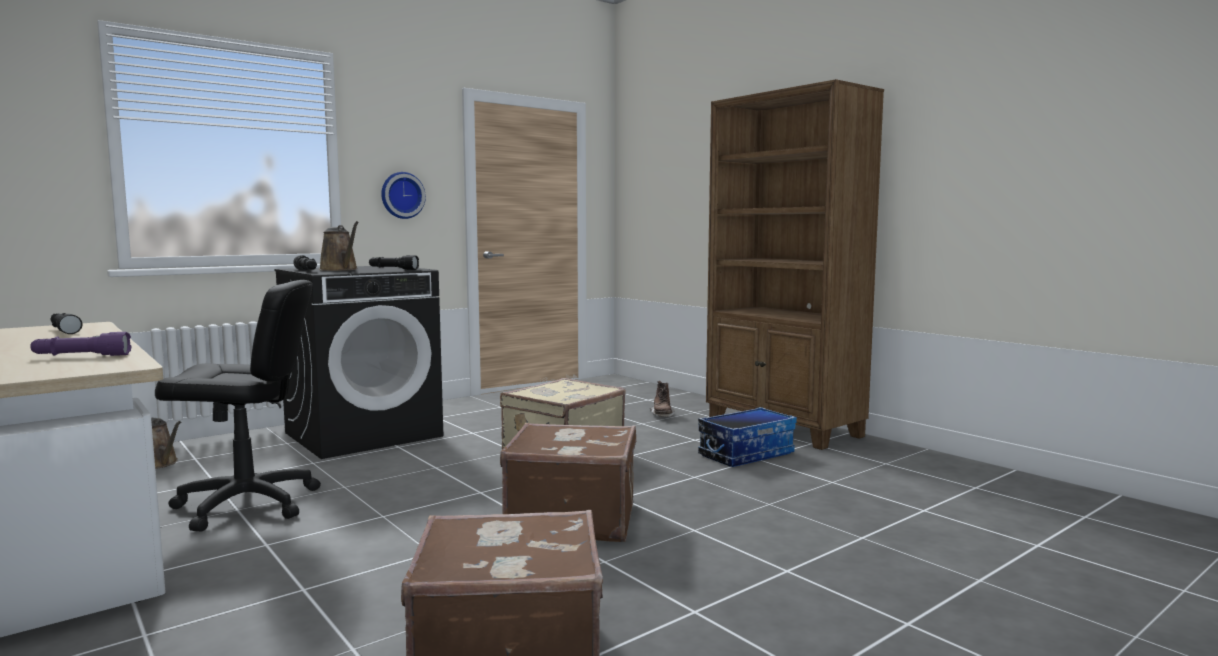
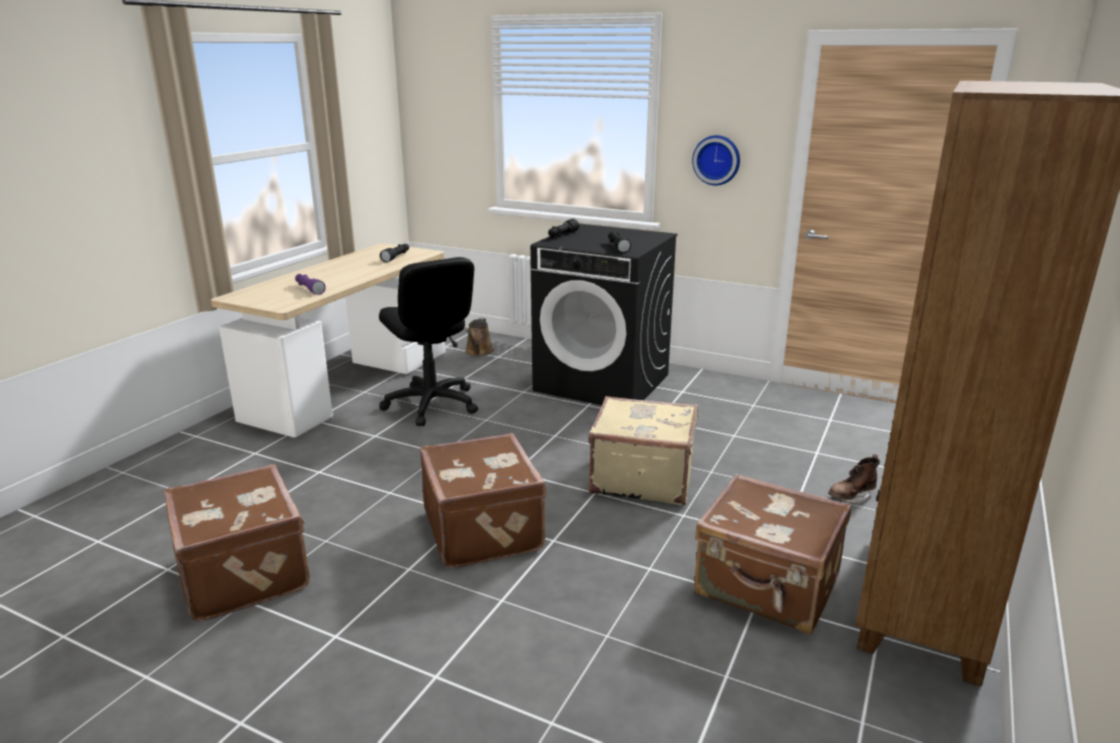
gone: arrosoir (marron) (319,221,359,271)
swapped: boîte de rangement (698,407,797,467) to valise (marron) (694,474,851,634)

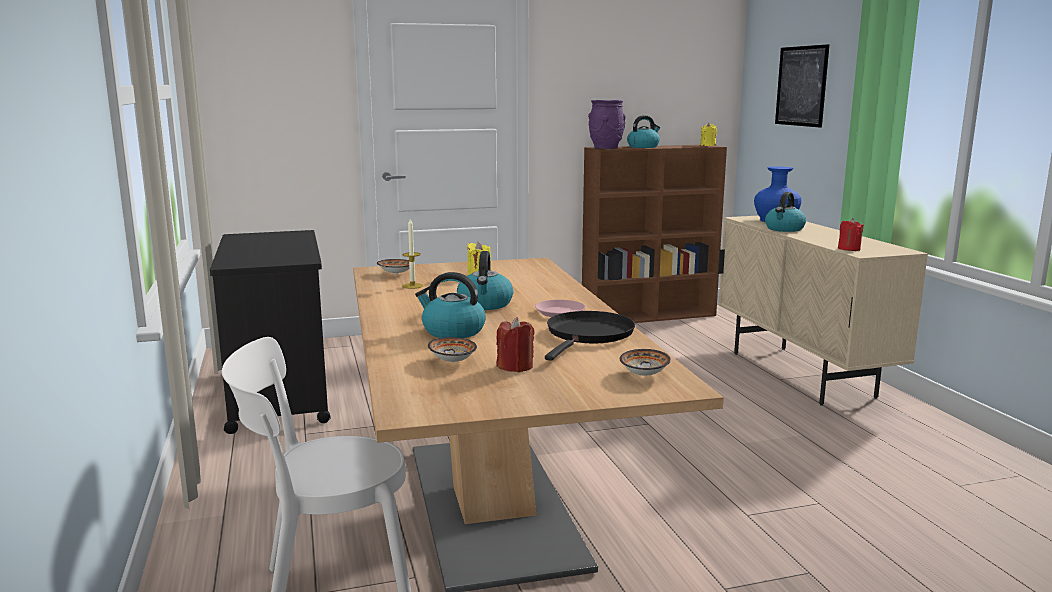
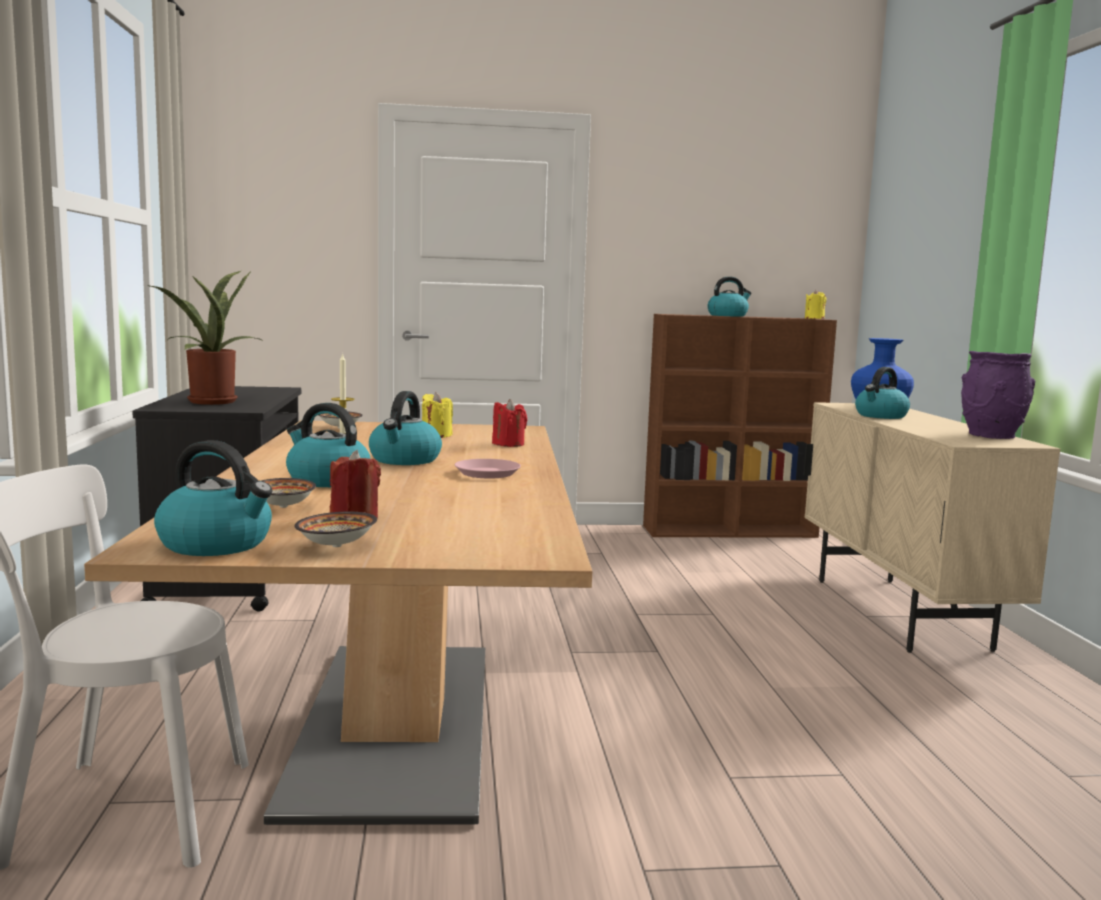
gone: poêle (noir) (545,311,635,361); tableau (775,44,829,128)
new: plante en pot (146,271,263,405); bouilloire (154,440,273,556)
shifted: vase (violet) (588,100,626,149) to (961,351,1035,439); bol (620,349,671,376) to (295,512,377,547); bougie (rouge) (838,218,864,251) to (492,399,527,447)

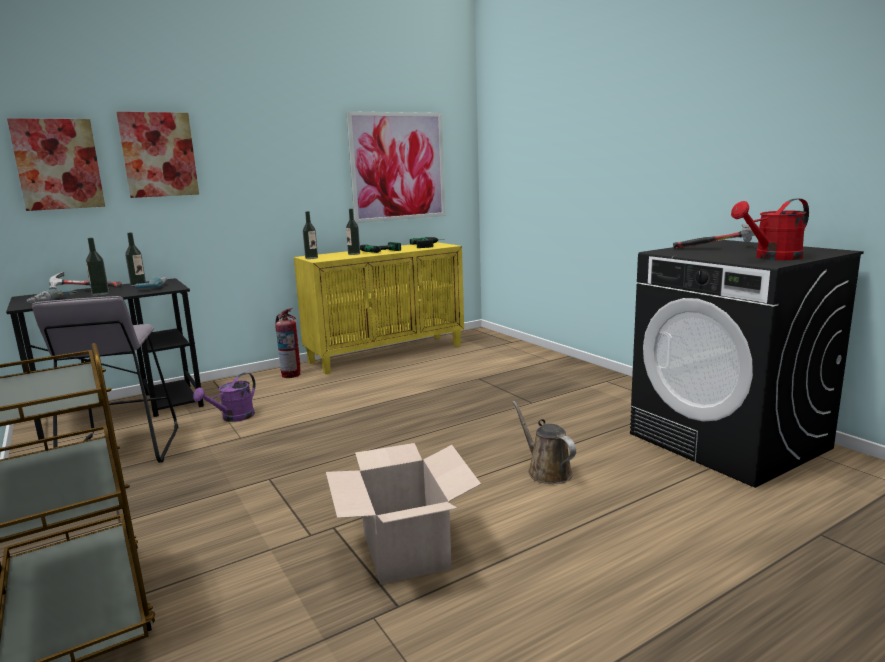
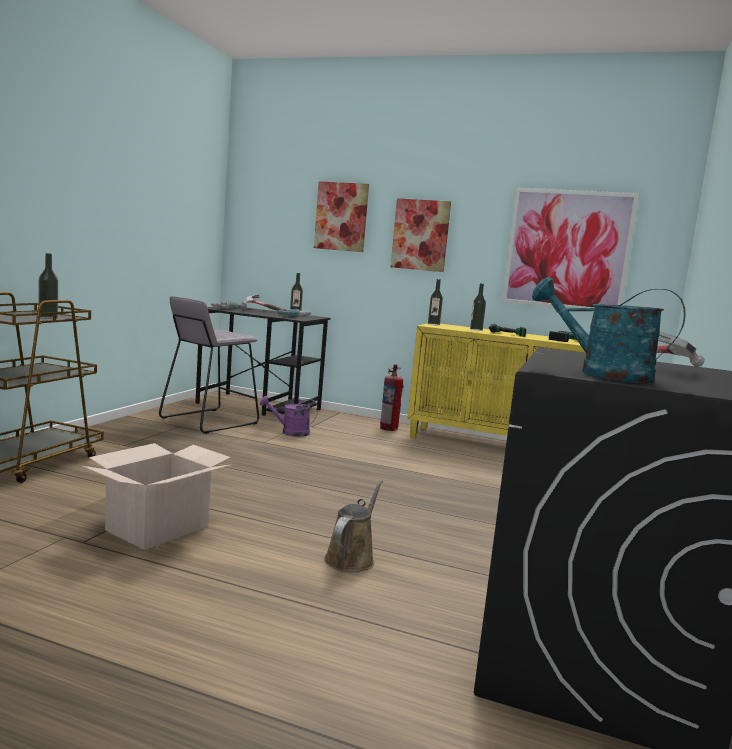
shifted: tableau (7,118,105,211) to (391,198,451,272); bouteille (86,238,109,296) to (39,253,58,319)
repainted: arrosoir (rouge) (731,199,809,260) to arrosoir (turquoise) (532,277,686,383)

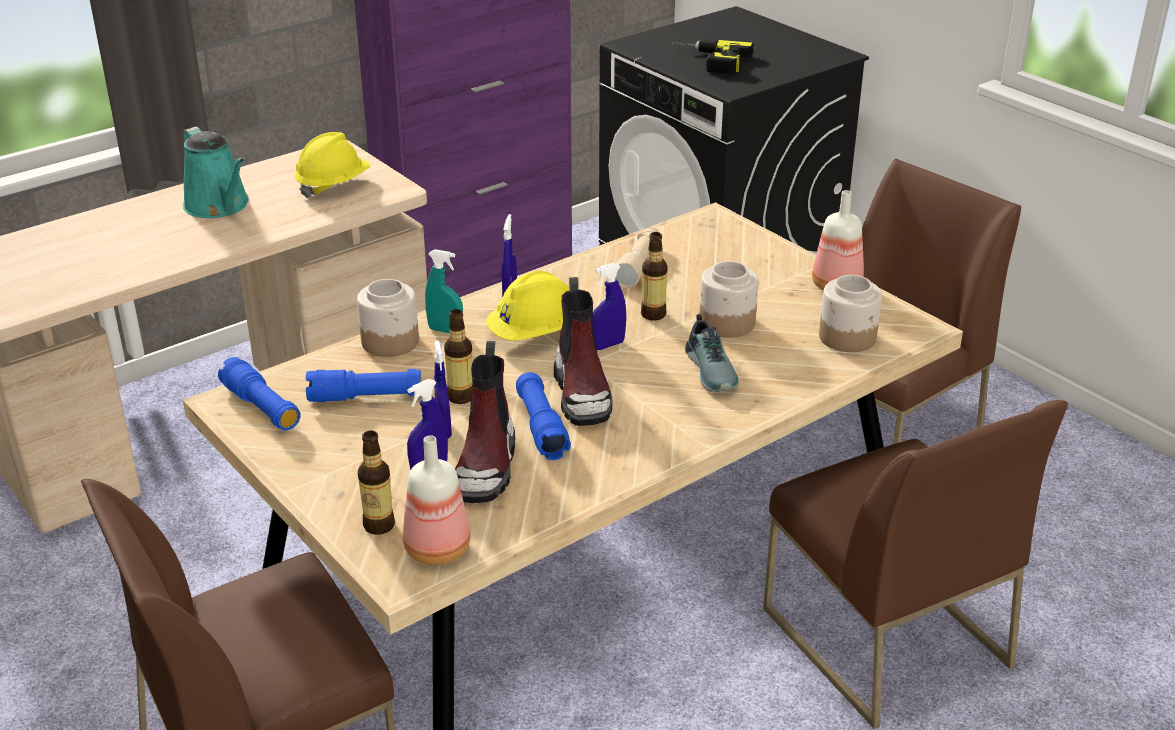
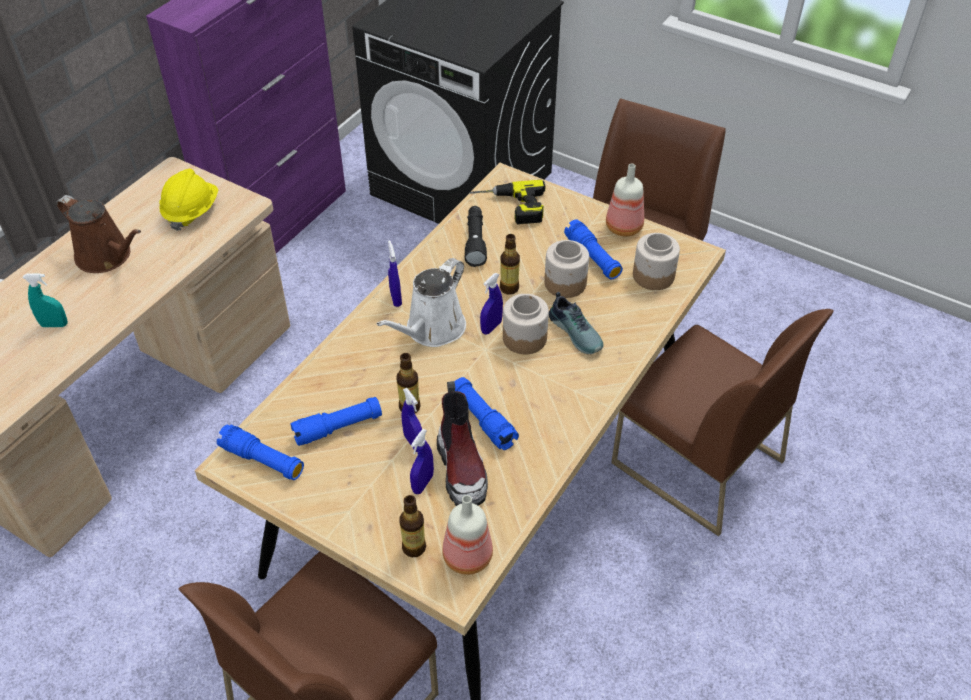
gone: botte (554,277,613,426)
new: lampe de poche (bleu) (564,219,623,280)
shifted: bocal (357,279,419,357) to (503,294,549,354); vaporisateur (turquoise) (425,249,463,333) to (23,273,68,327); perceuse (670,39,754,74) to (469,180,546,224)
swapped: casque de chantier (jaune) (486,271,570,340) to arrosoir (blanc) (376,258,466,347)
repainted: arrosoir (turquoise) (183,127,249,218) to arrosoir (marron) (57,195,141,273); lampe de poche (beige) (615,227,659,288) to lampe de poche (noir) (465,206,487,267)

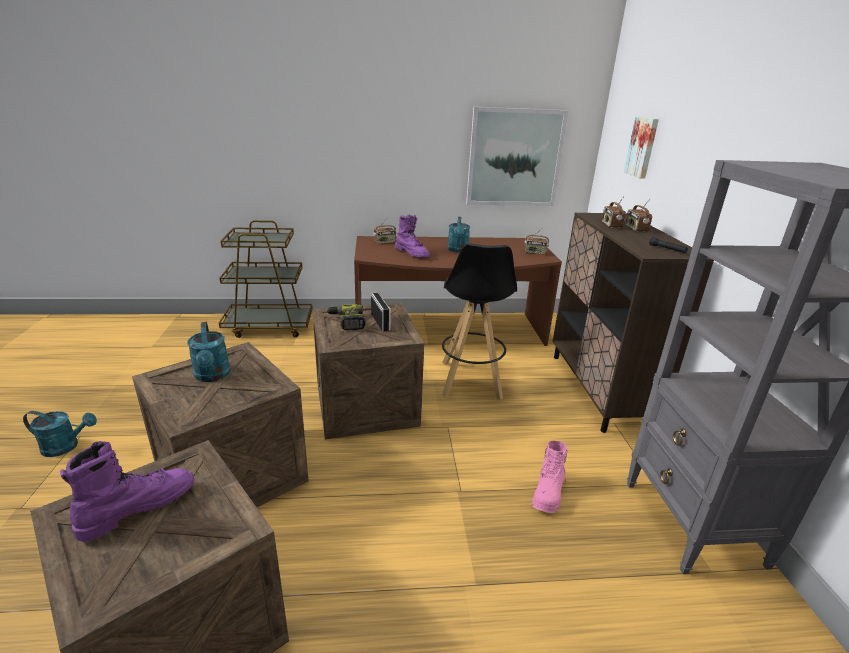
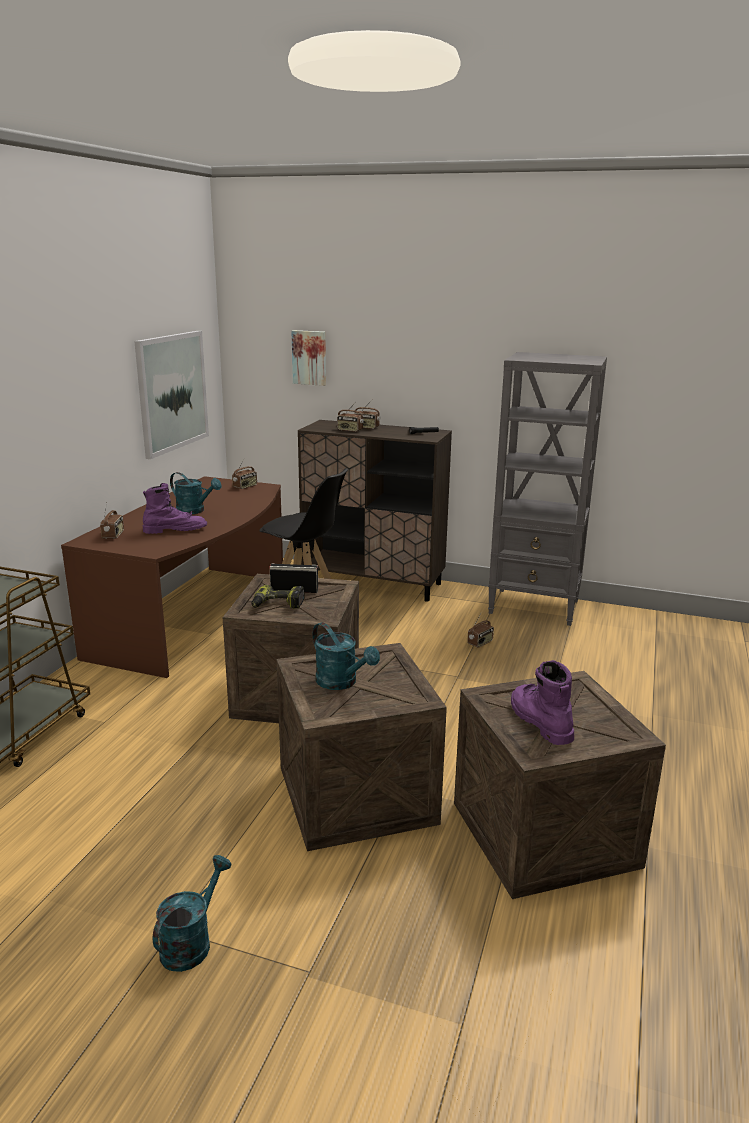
swapped: botte (rose) (532,441,568,513) to radio (467,612,494,648)
rotated: arrosoir (turquoise) (187,322,231,382) = (313,622,380,690) 45 degrees clockwise

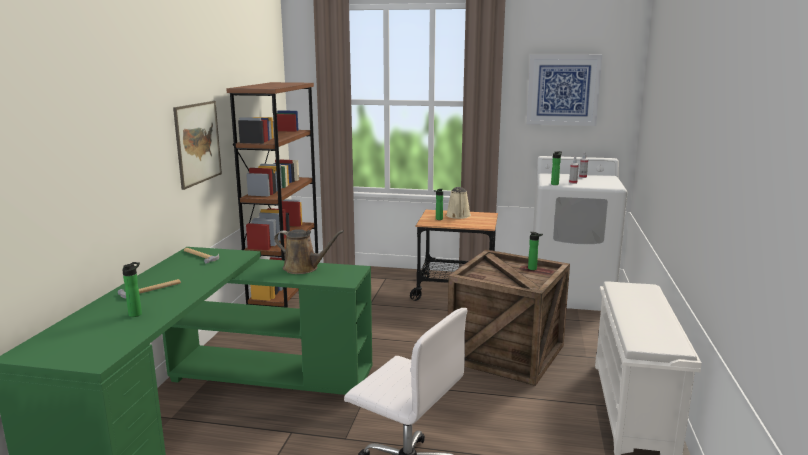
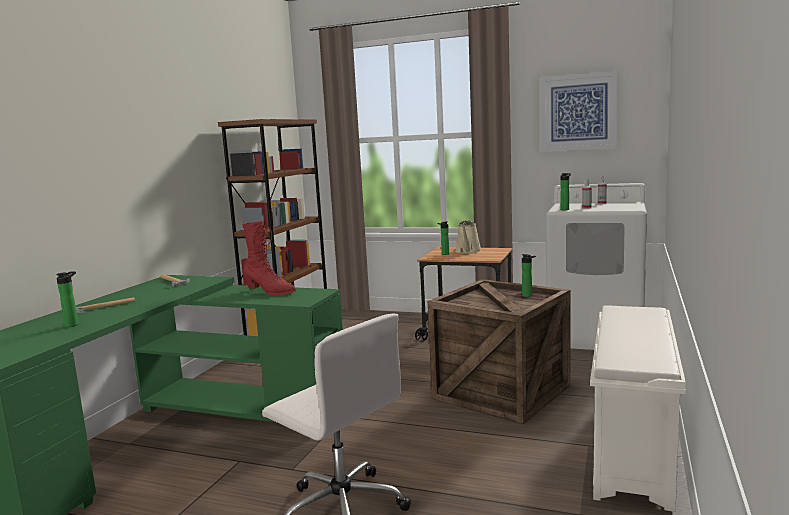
gone: tableau (173,101,222,190)
swapped: arrosoir (marron) (274,229,344,274) to botte (rouge) (242,221,296,295)

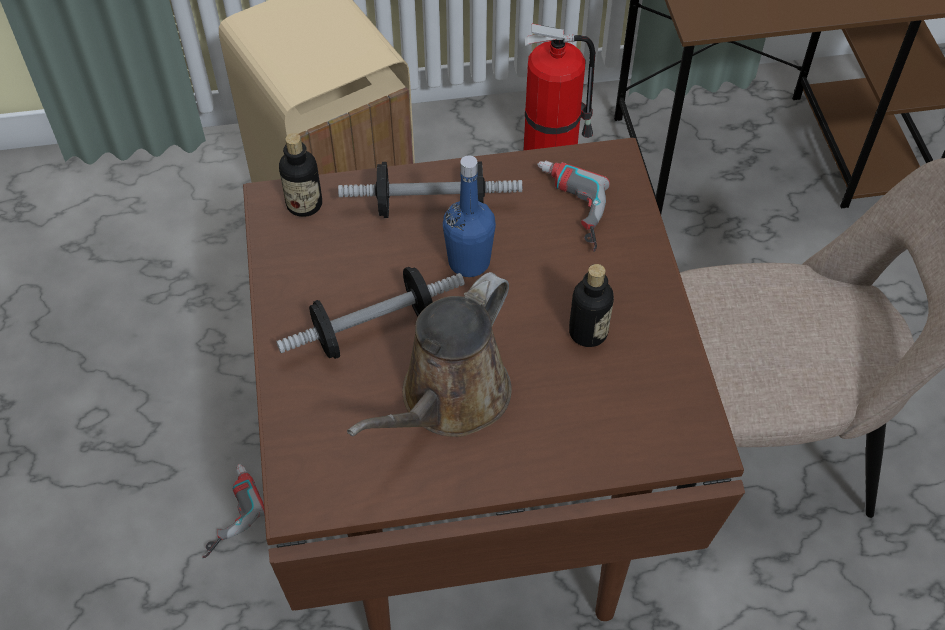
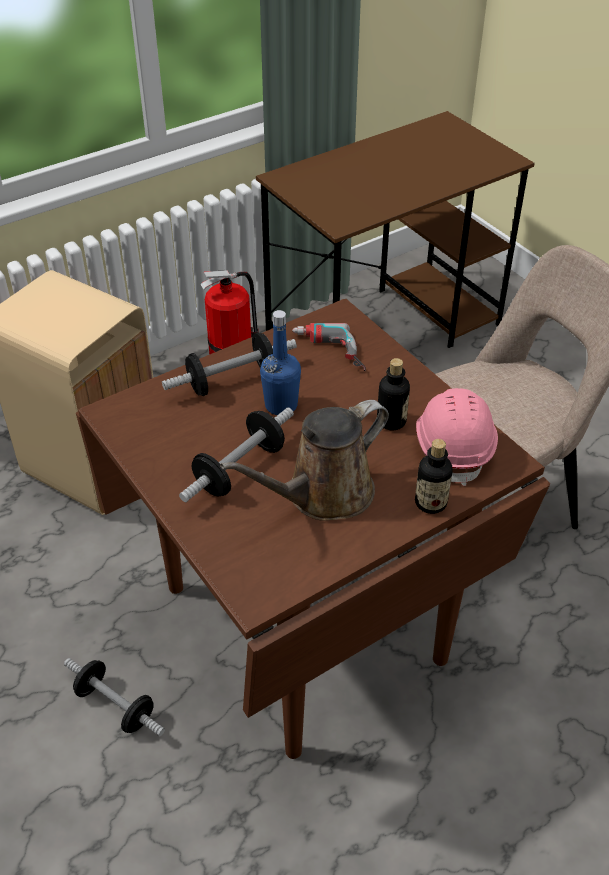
new: casque de chantier (rose) (416,388,498,486)
shifted: bouteille (279,133,322,217) to (415,439,453,514)
swapped: perceuse (202,464,265,558) to haltère (64,658,165,736)
rotated: arrosoir (marron) (347,272,512,437) = (220,400,389,521) 45 degrees clockwise

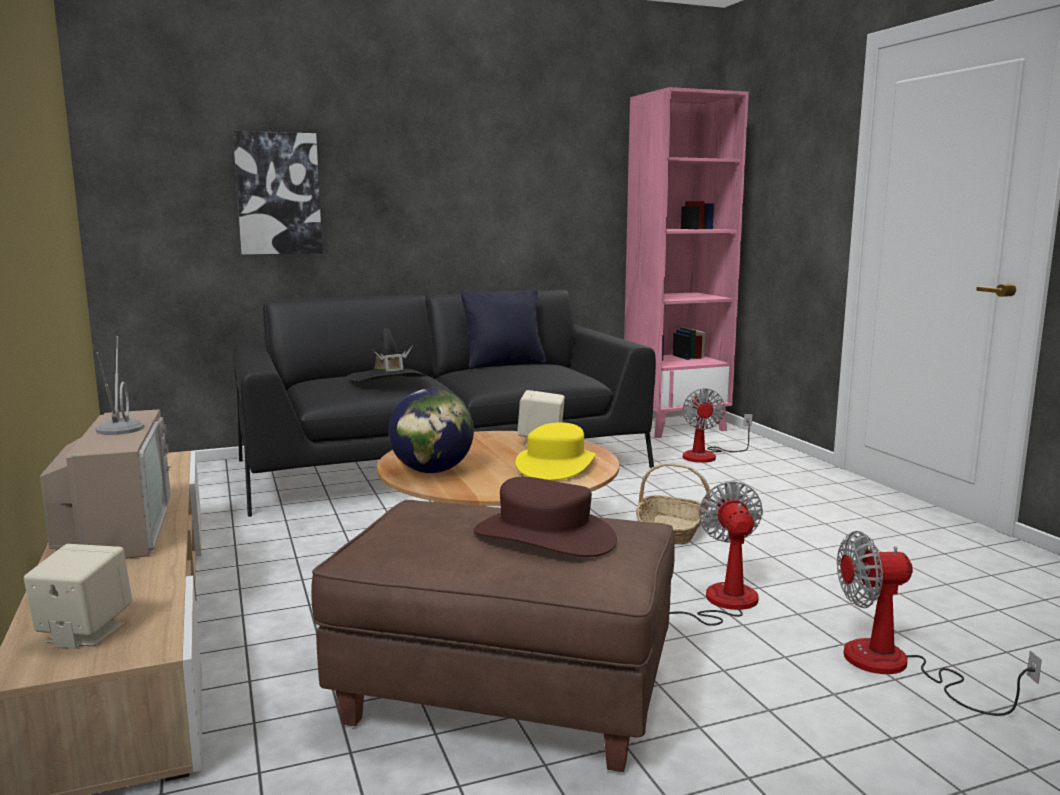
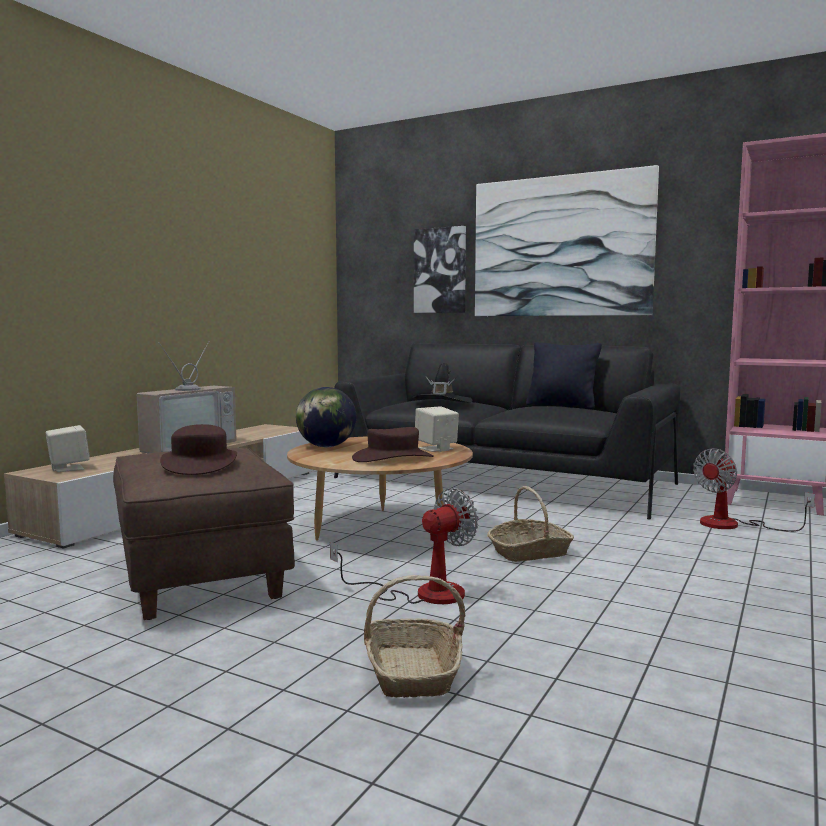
new: tableau (475,165,659,316)
swapped: ventilateur (837,531,1042,716) to panier (364,575,466,698)
repainted: chapeau (jaune) (516,422,596,480) to chapeau (marron) (352,427,434,462)

